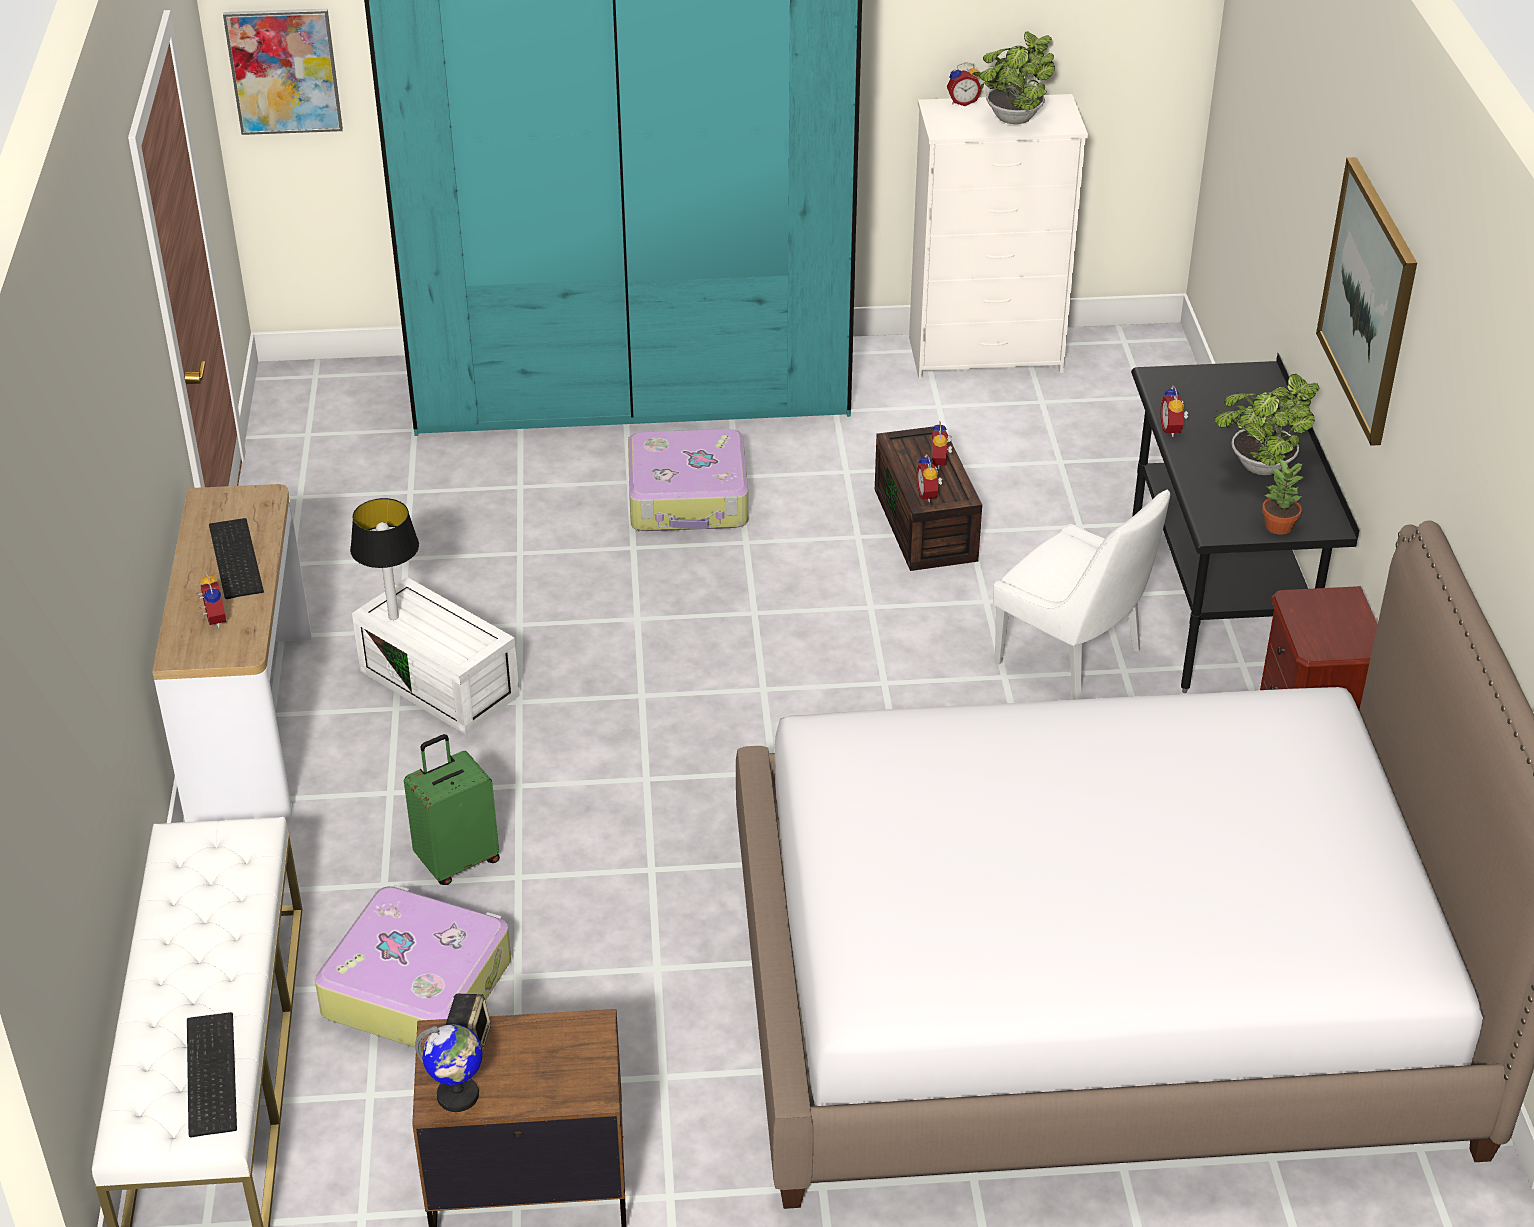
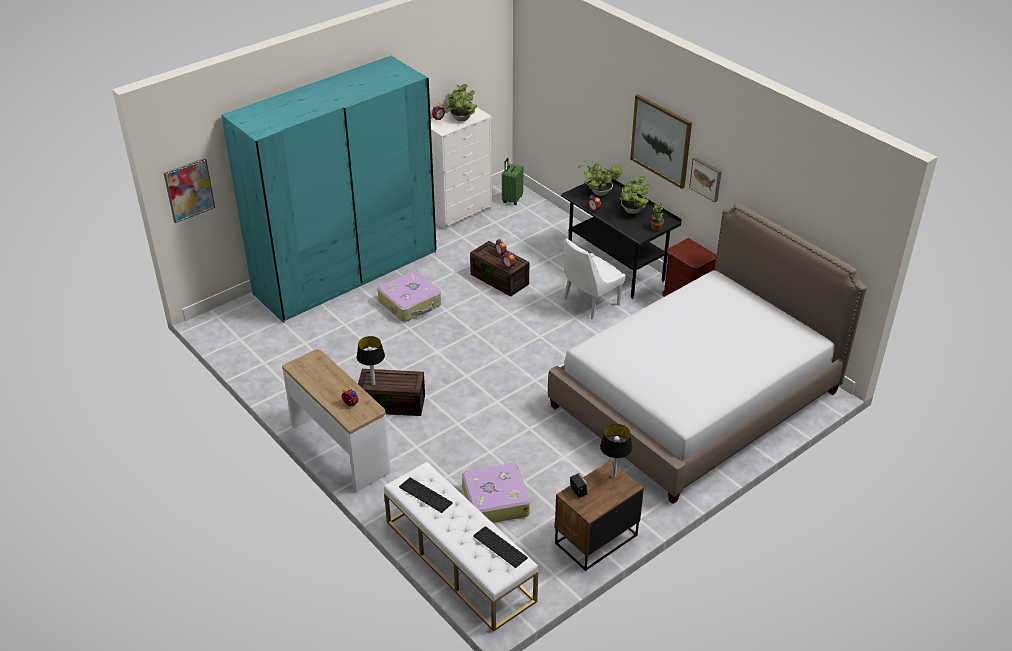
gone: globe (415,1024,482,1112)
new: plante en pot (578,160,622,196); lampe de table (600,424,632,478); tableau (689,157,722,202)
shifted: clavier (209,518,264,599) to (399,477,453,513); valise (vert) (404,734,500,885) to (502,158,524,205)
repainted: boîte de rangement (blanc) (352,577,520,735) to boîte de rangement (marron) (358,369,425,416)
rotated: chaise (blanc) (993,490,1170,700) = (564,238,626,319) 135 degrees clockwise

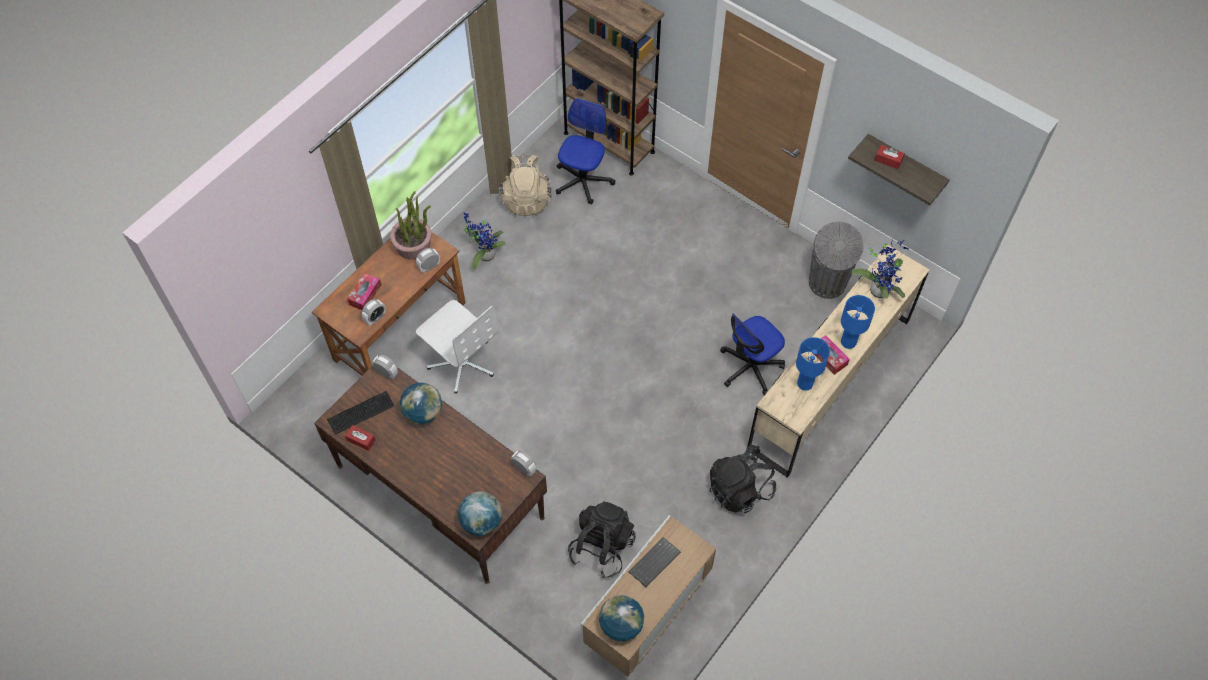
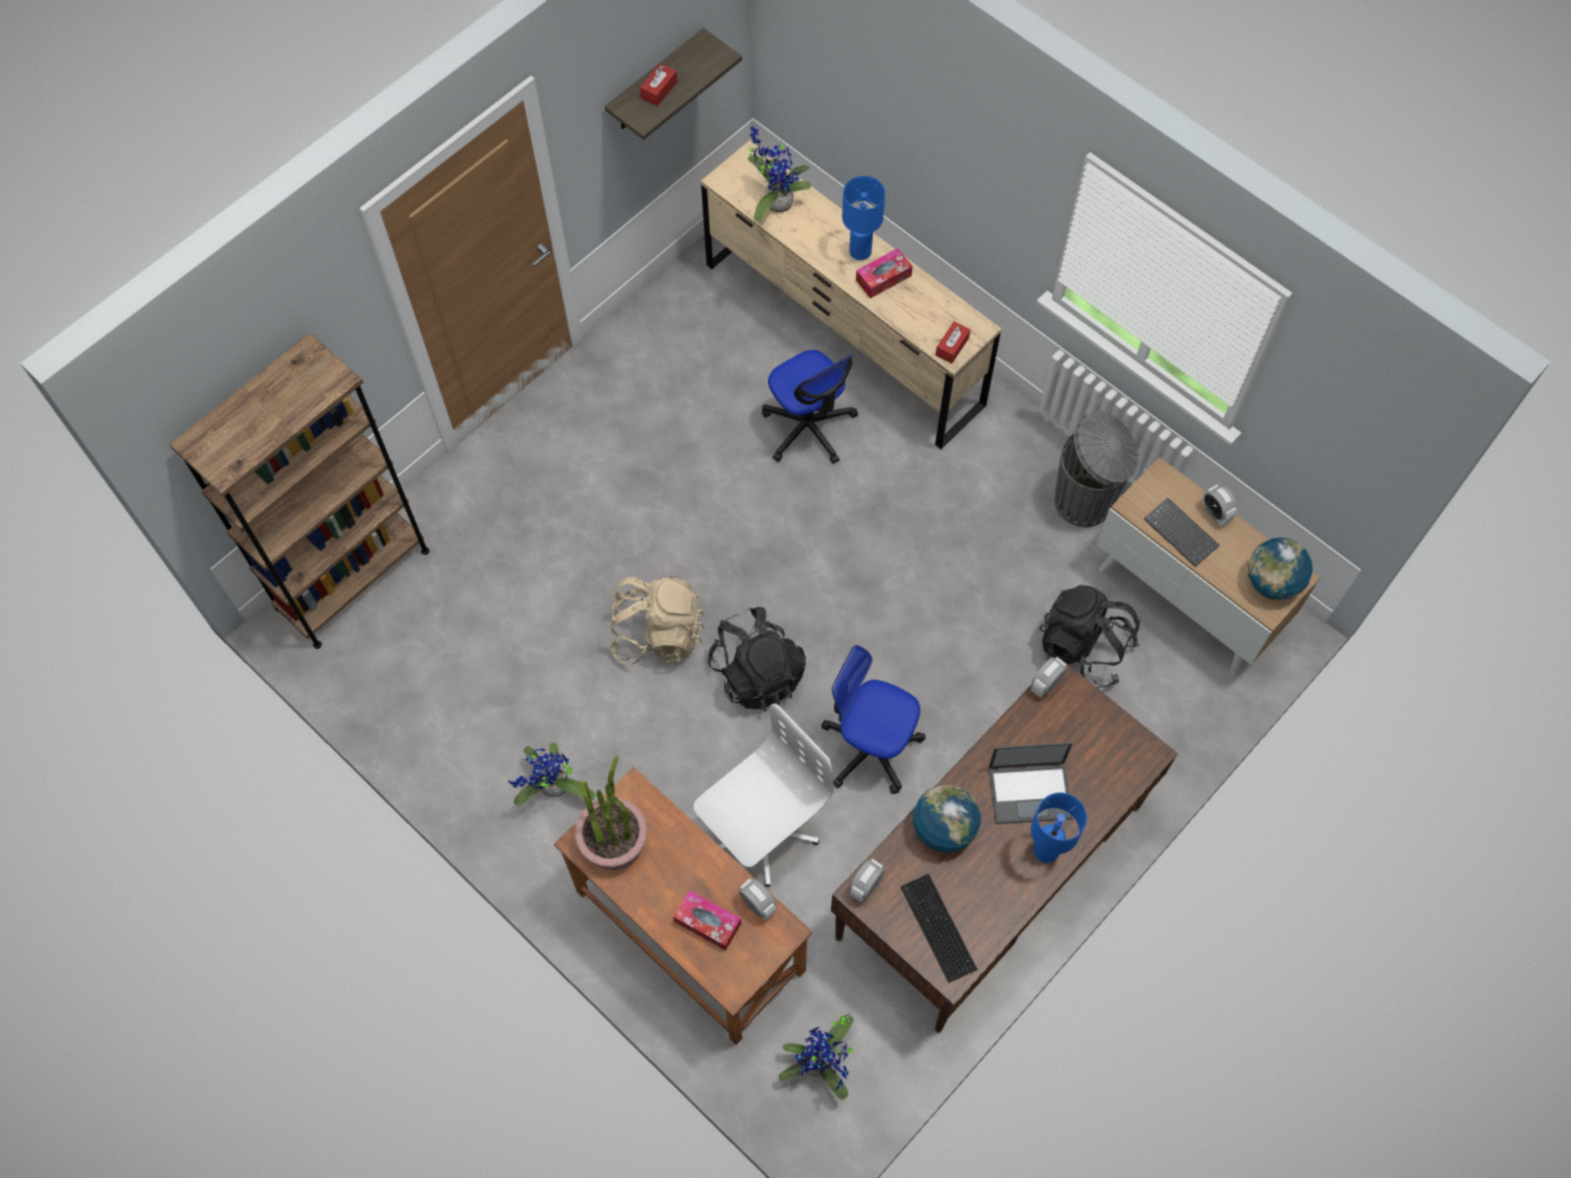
gone: globe (458,491,502,536)
new: plante en pot (779,1013,854,1100); ordinateur portable (988,742,1073,824)
shifted: boîte à mouchoirs (rouge) (345,425,375,451) to (936,322,970,363); réveil (416,248,440,273) to (1202,485,1237,526); sac à dos (beige) (500,155,552,216) to (608,577,704,665); chaise de bureau (556,98,615,204) to (821,645,925,794); sac à dos (noir) (709,445,776,513) to (708,607,806,712); lampe de table (bleu) (796,337,830,391) to (1031,793,1087,863); poubelle (gris) (809,222,864,299) to (1055,411,1139,527)

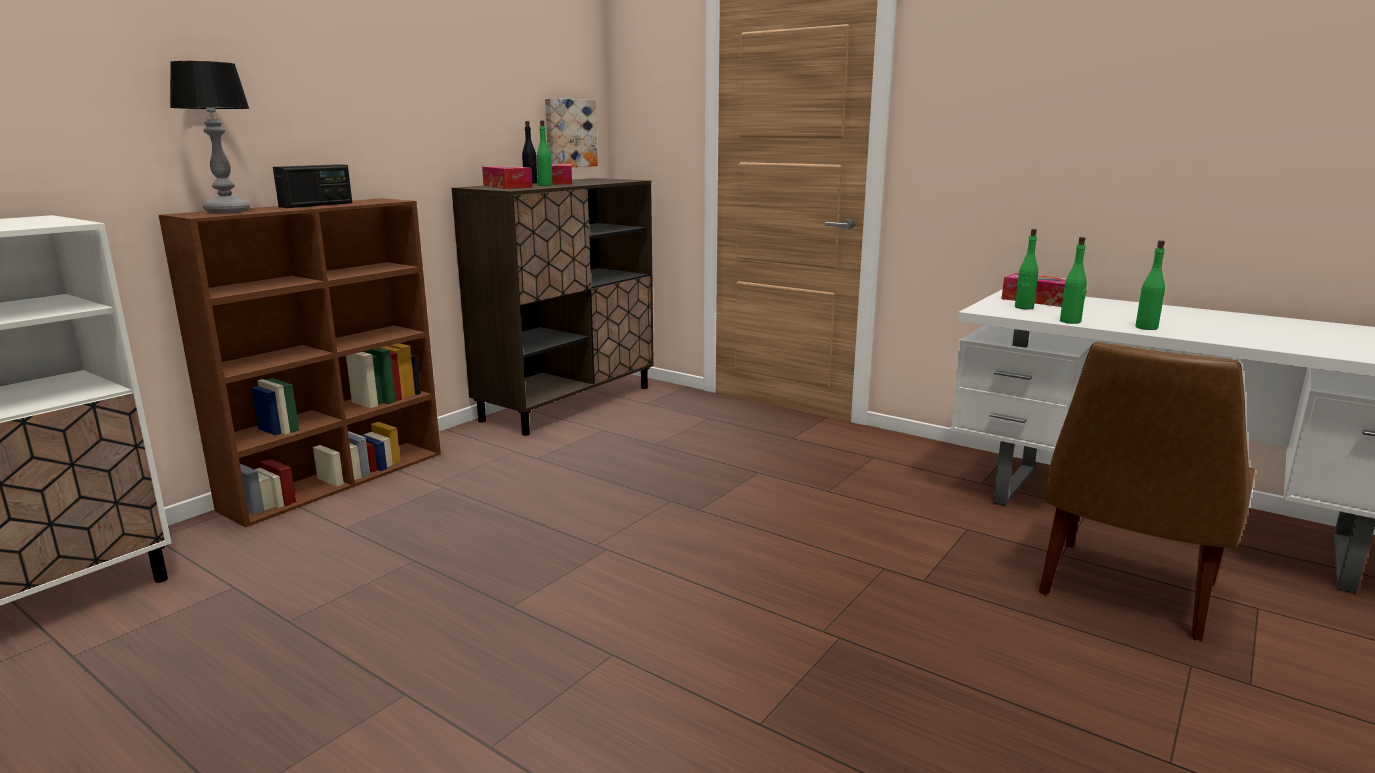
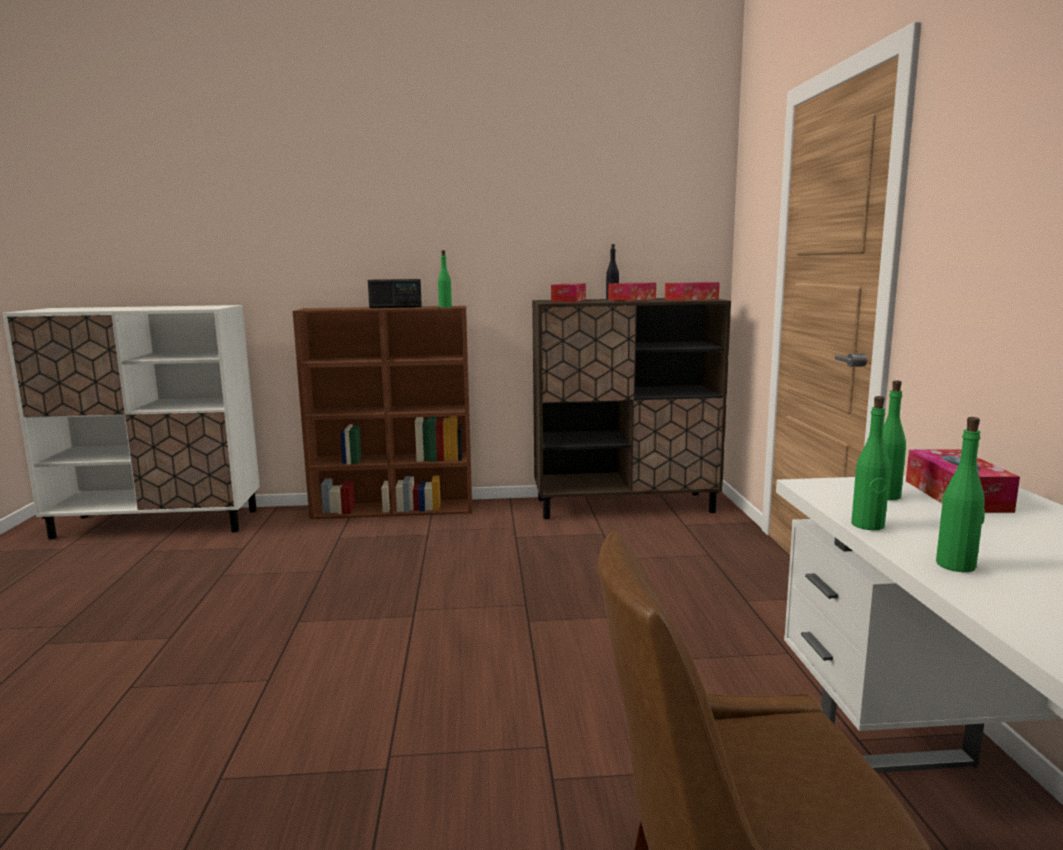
gone: lampe de table (170,61,250,213); tableau (545,98,598,167)
new: boîte à mouchoirs (665,282,720,301)
shifted: bouteille (vert) (537,121,553,186) to (438,250,452,308)

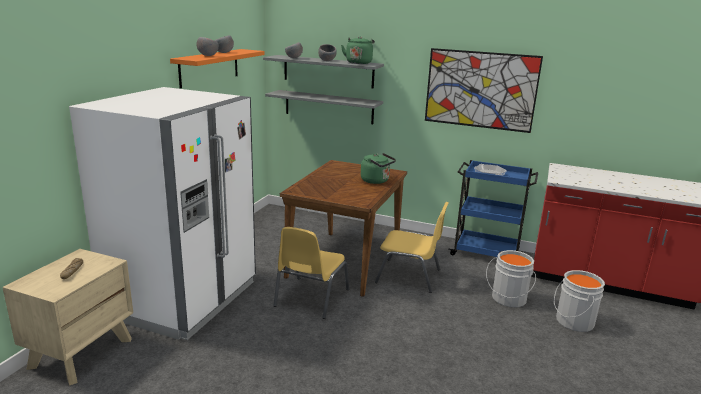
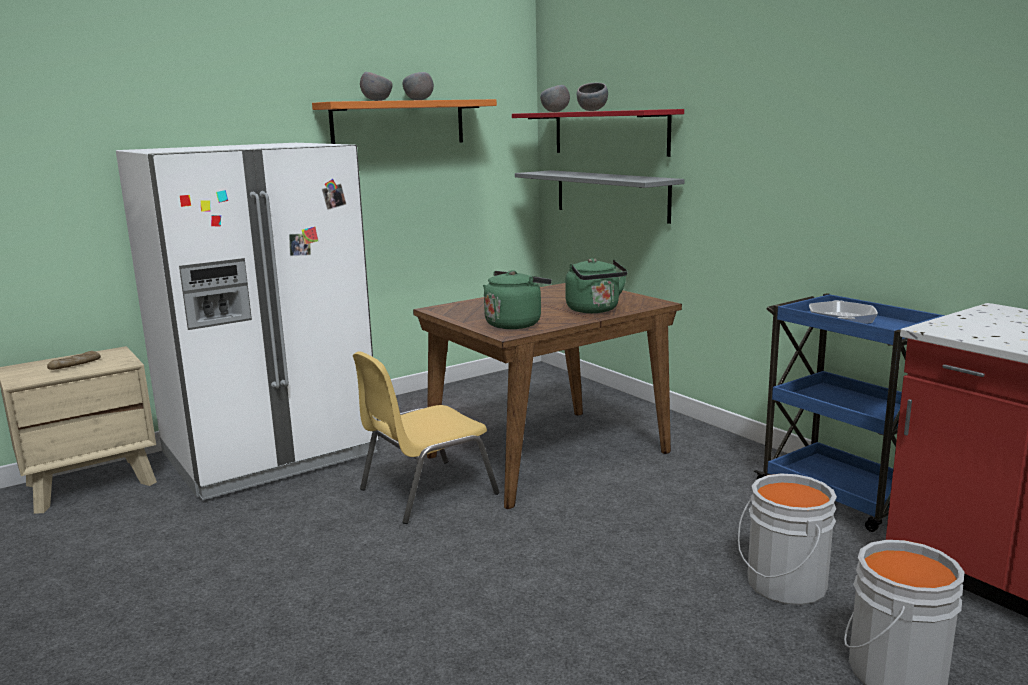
gone: chaise (jaune) (375,202,449,293); tableau (425,48,543,133)
shifted: bouilloire (vert) (341,36,375,64) to (483,270,552,329)
repainted: étagère (gris) (263,55,384,89) to étagère (rouge) (512,109,684,157)

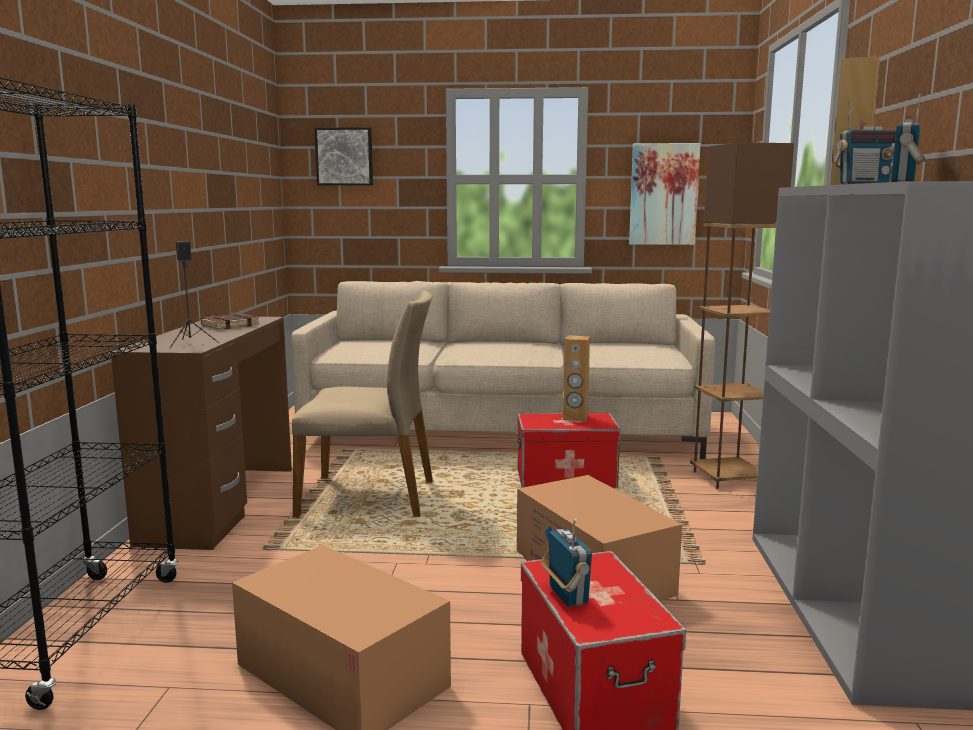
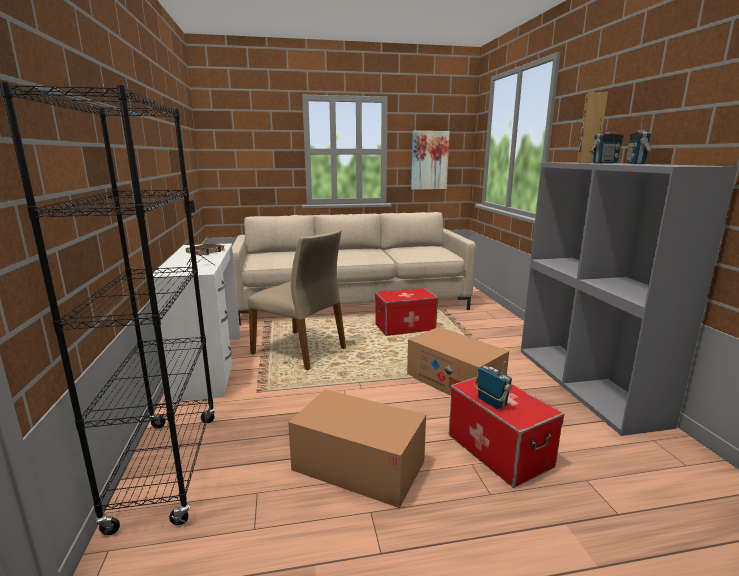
gone: tableau (315,127,373,186); enceinte (marron) (563,335,590,422); lampadaire (marron) (690,142,794,489)
repainted: bureau (marron) (111,317,292,550) to bureau (blanc) (153,243,241,402)
rotated: chaise (beige) (292,291,433,518) = (248,229,346,370) 45 degrees clockwise

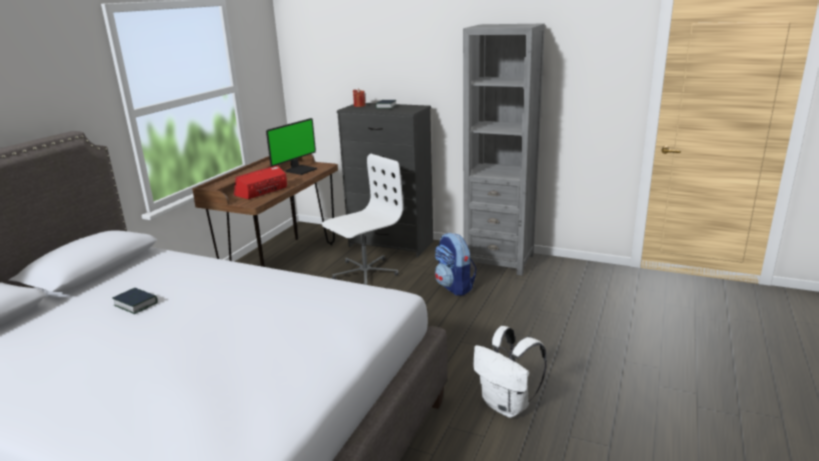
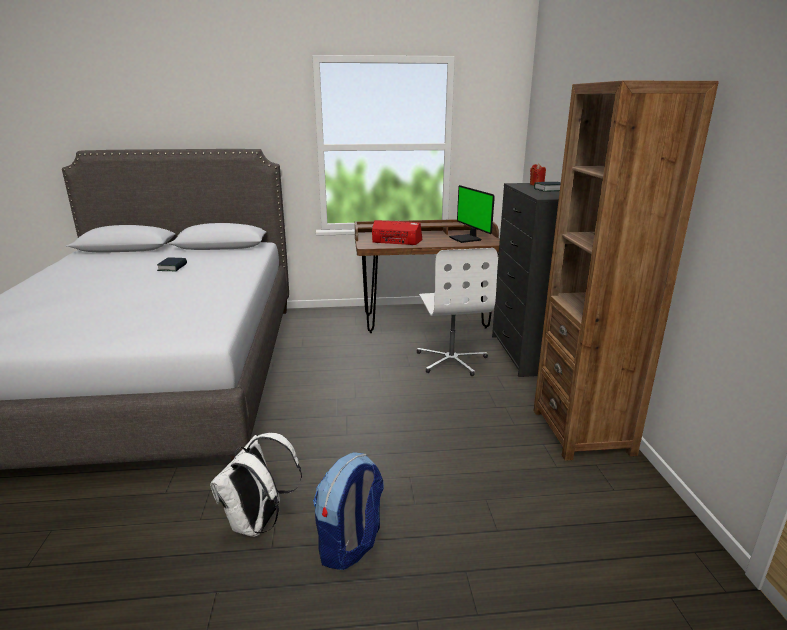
shifted: sac à dos (435,233,477,296) to (313,452,384,570)
repainted: bibliothèque (gris) (463,24,545,275) to bibliothèque (marron) (534,81,719,461)
rotated: écran d'ordinateur (266,118,317,175) = (449,185,495,243) 60 degrees clockwise; chaise de bureau (blanc) (322,154,403,285) = (417,248,498,376) 60 degrees clockwise

